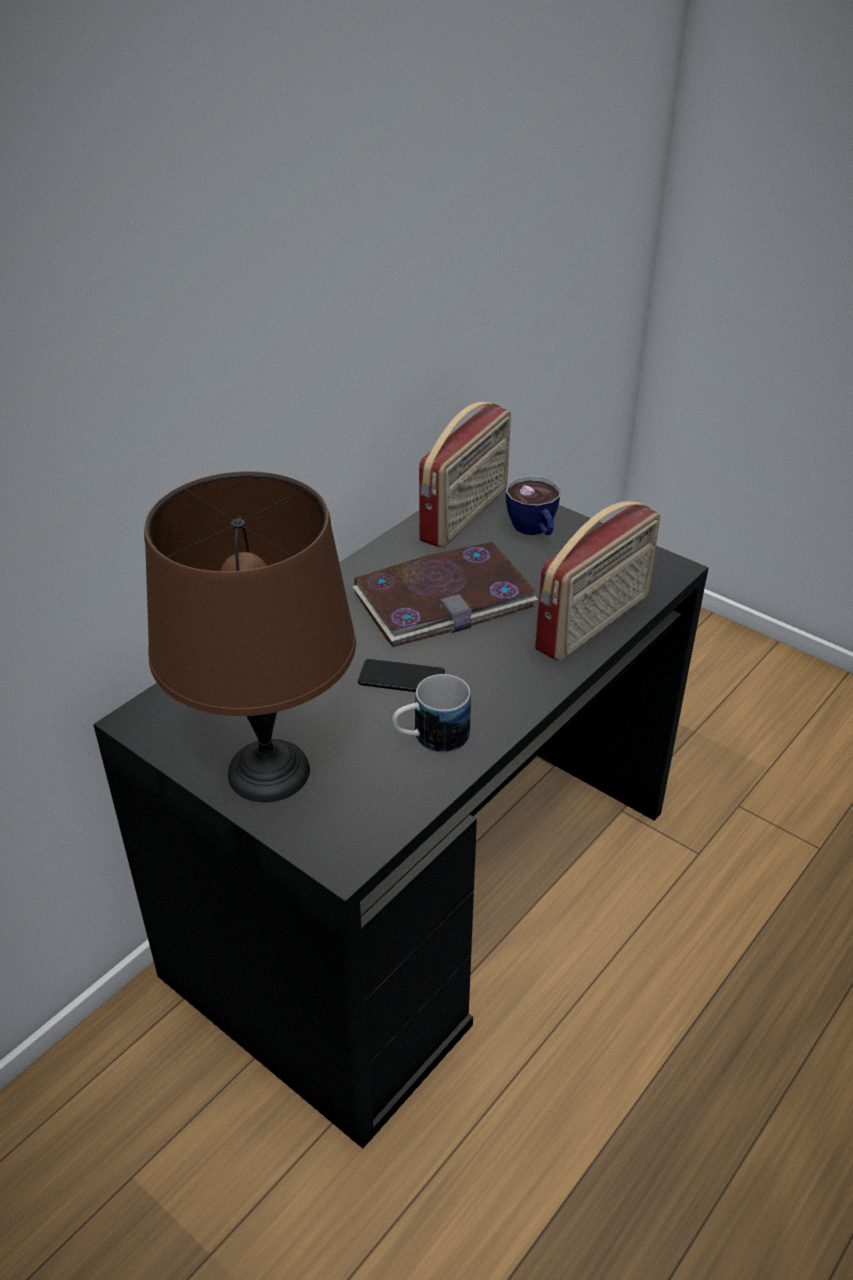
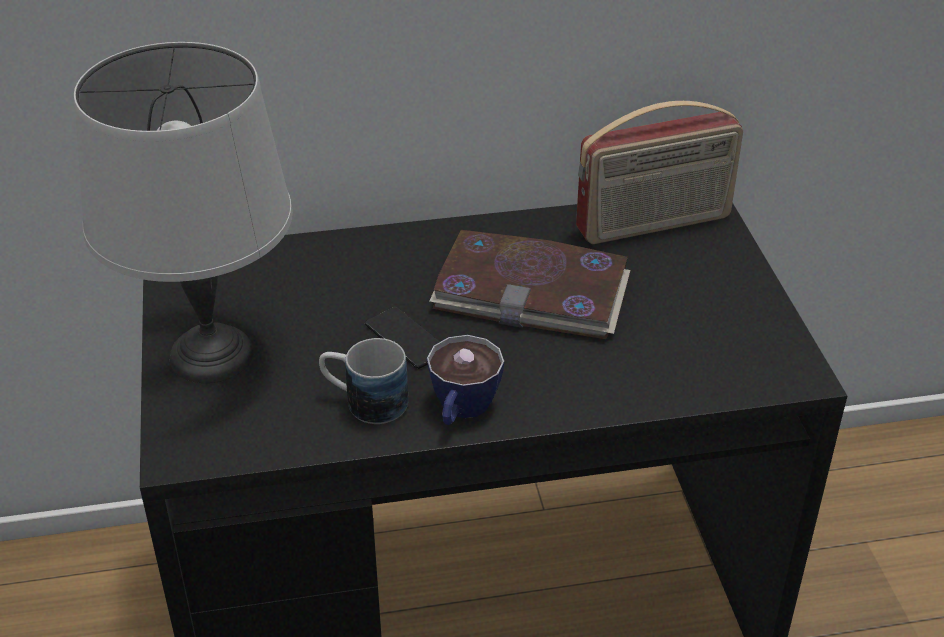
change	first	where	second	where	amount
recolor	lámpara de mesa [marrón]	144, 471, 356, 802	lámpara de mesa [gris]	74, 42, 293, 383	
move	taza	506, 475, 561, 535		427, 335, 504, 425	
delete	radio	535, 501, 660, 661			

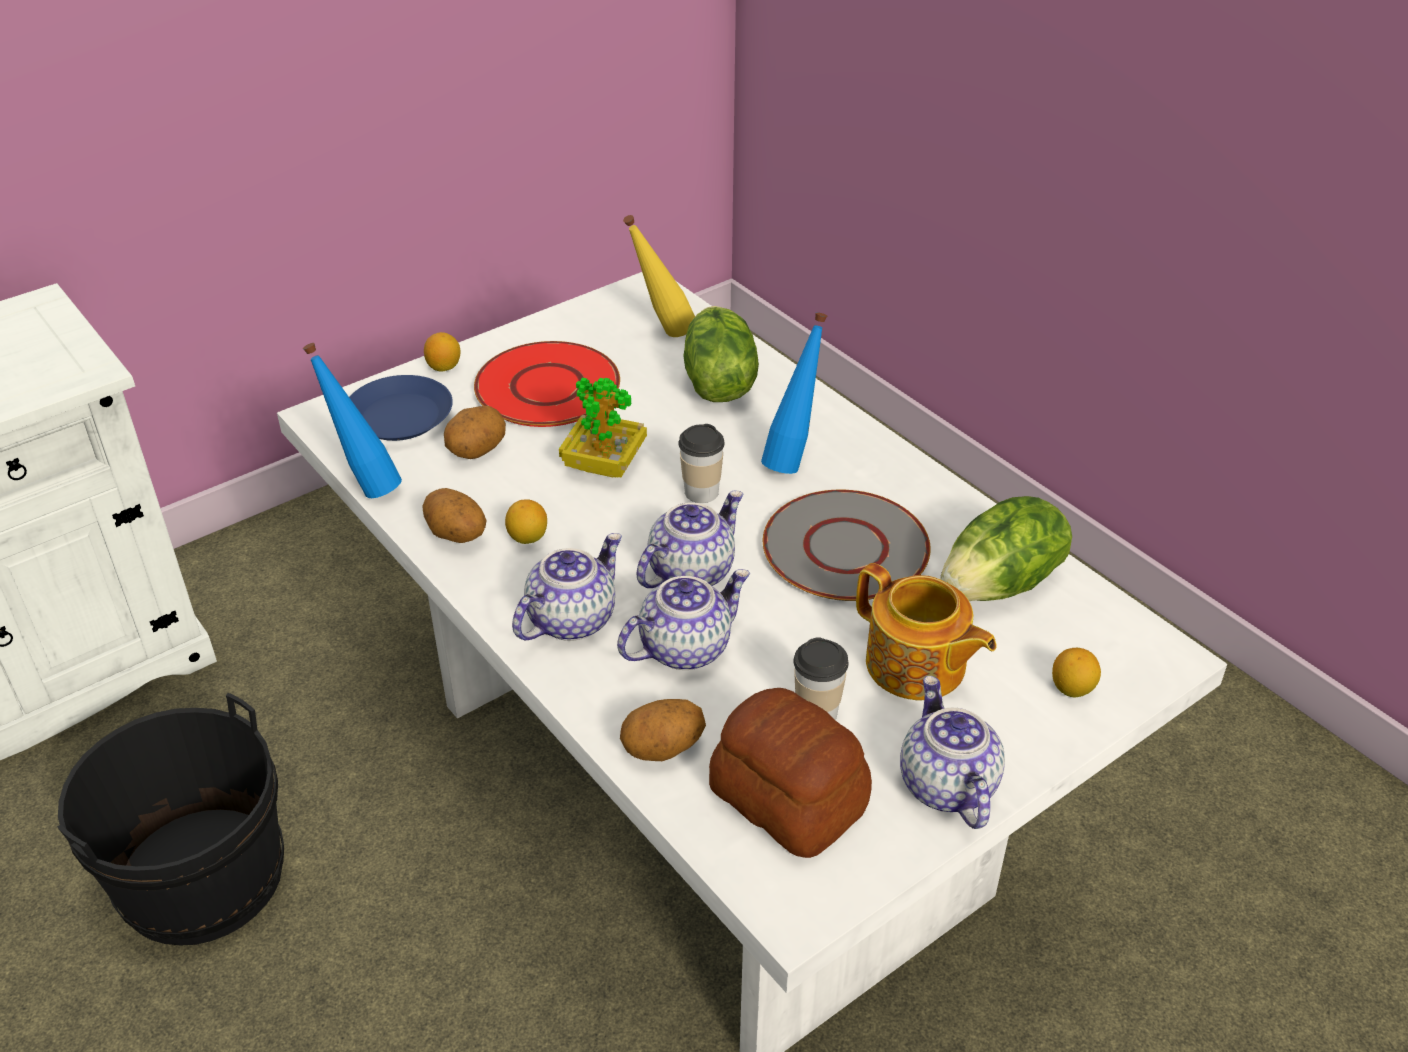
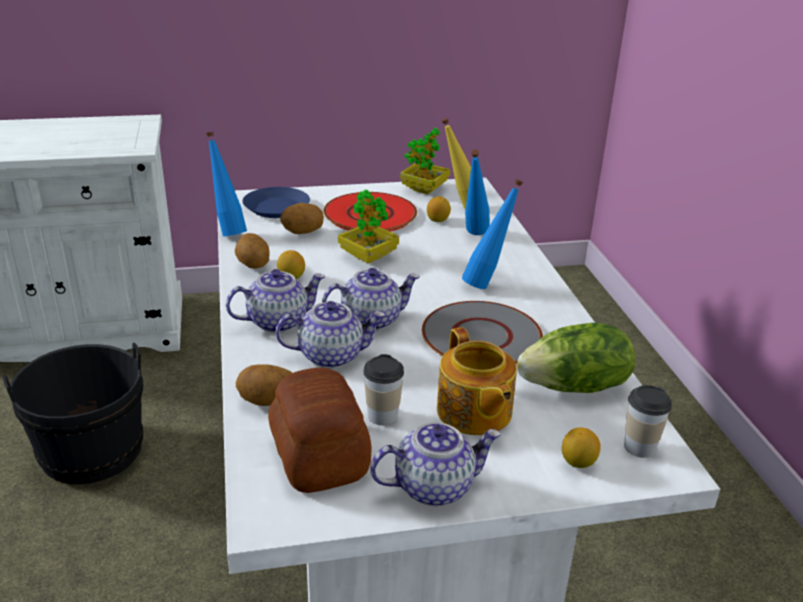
change	first	where	second	where	amount
replace	lechuga	683, 306, 759, 402	botella [azul]	465, 149, 490, 235	
move	limón	424, 332, 460, 372		427, 196, 451, 222	
move	taza	678, 424, 725, 503		624, 385, 672, 458	
rotate	tetera	900, 676, 1005, 829		370, 422, 501, 506	60 degrees clockwise
insert			planta en maceta	400, 128, 450, 194	

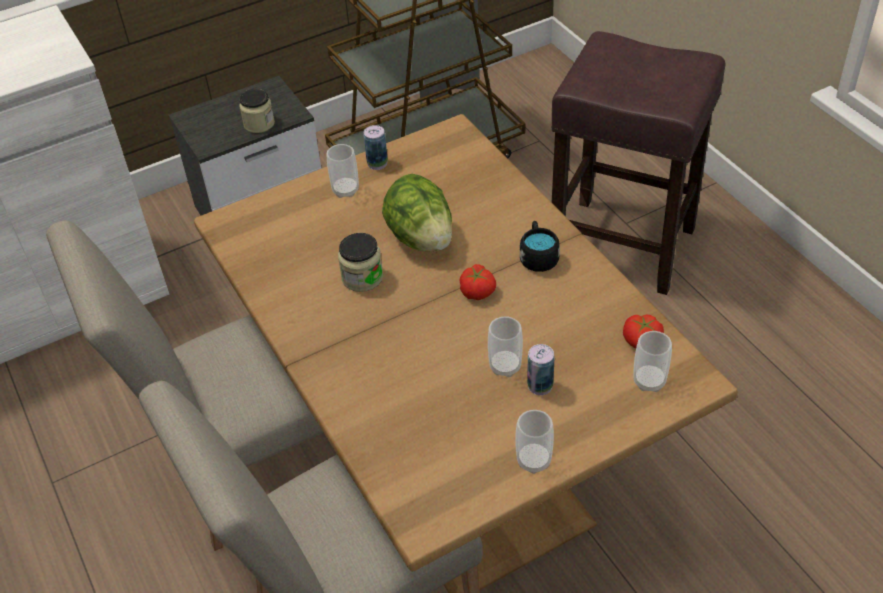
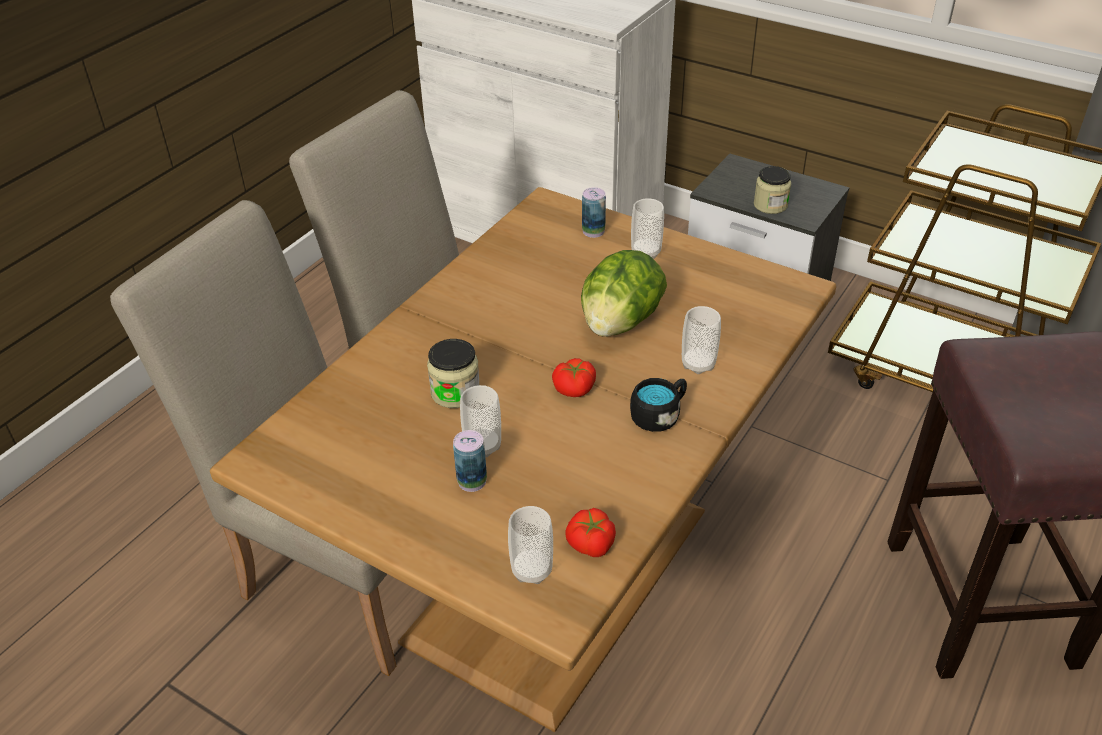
change	first	where	second	where	amount
move	lata	364, 125, 388, 170		582, 187, 606, 238	
move	tarro	338, 233, 383, 292		427, 339, 480, 408	
move	taza	515, 410, 554, 474		682, 306, 721, 374	

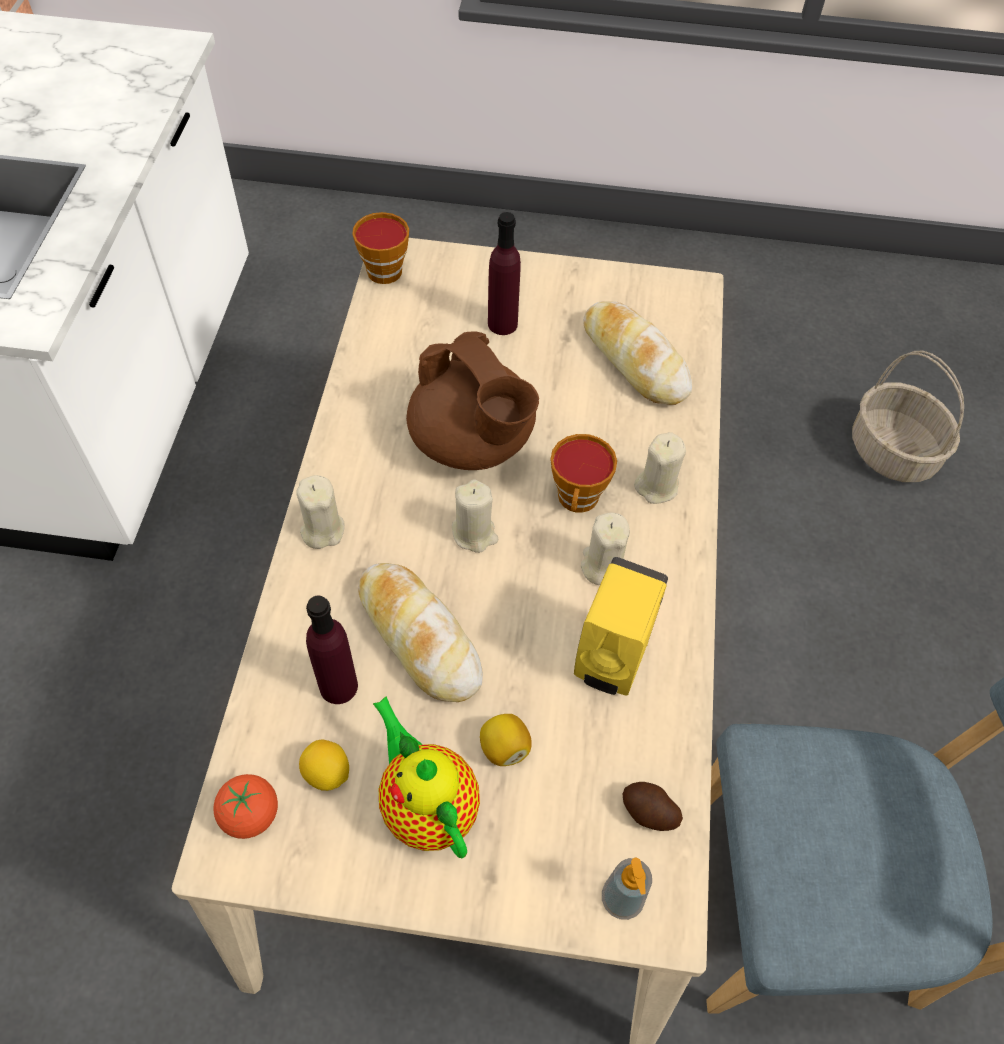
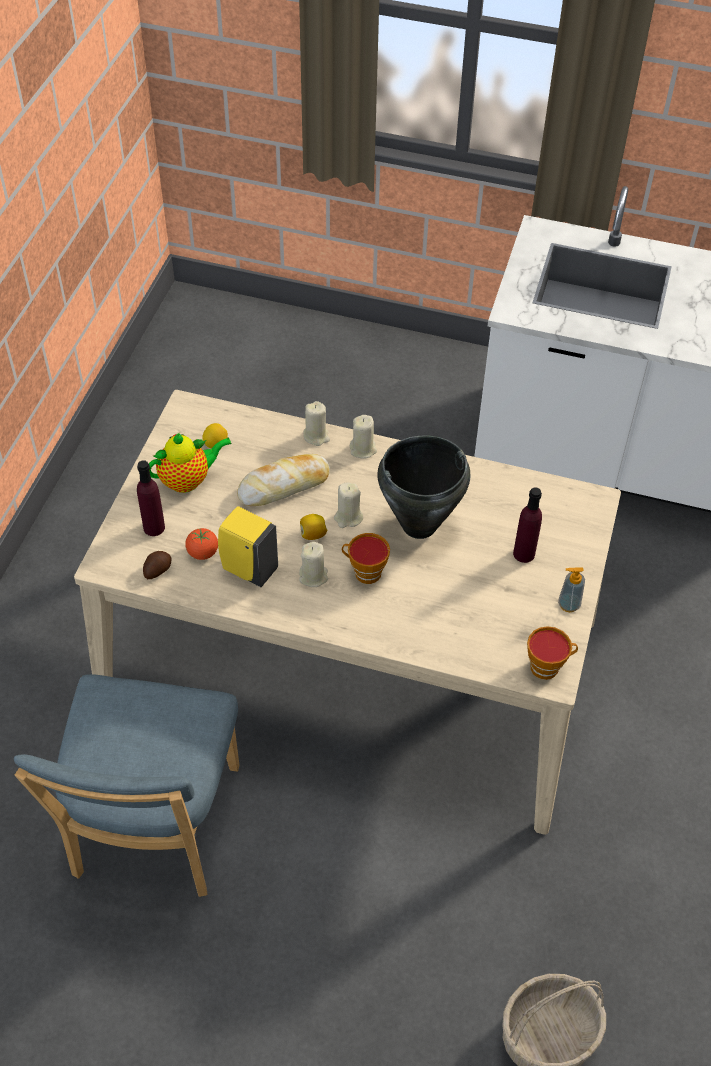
change	first	where	second	where	amount
move	taza	352, 212, 409, 284		527, 626, 578, 680	
delete	pan	583, 301, 692, 405			
replace	tetera [marrón]	406, 331, 539, 470	olla [negro]	377, 435, 470, 539	
move	vela [beis]	634, 432, 686, 504		304, 401, 330, 446	
move	botella [morado]	306, 595, 358, 704		137, 460, 165, 536	
move	limón	480, 714, 532, 766		300, 514, 327, 540	
move	tomate	213, 774, 278, 839		185, 528, 218, 560	
move	dispensador de jabón	602, 858, 652, 920		558, 567, 585, 612	

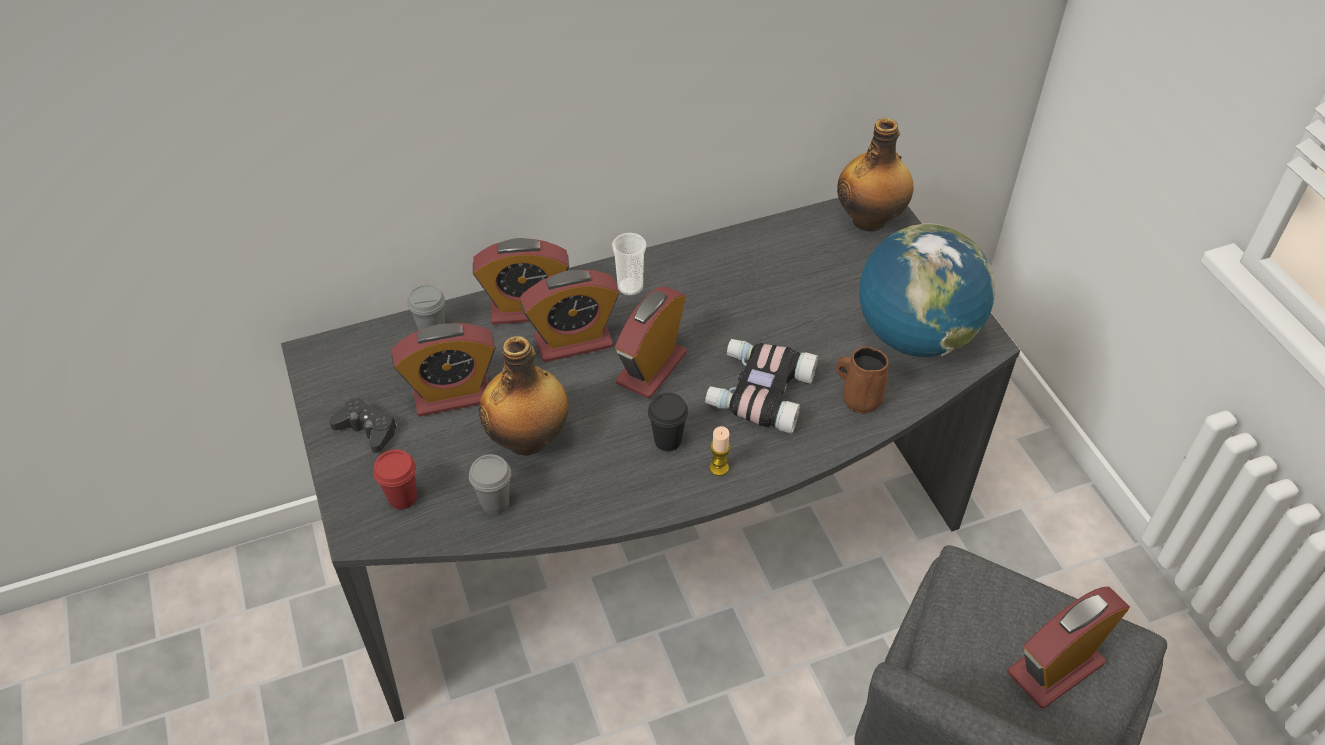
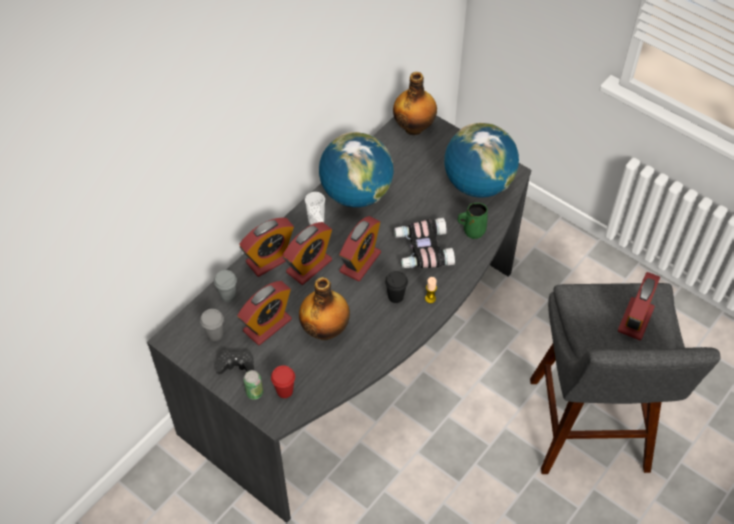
change	first	where	second	where	amount
rotate	despertador	615, 287, 687, 399		339, 216, 381, 281	150 degrees counterclockwise
recolor	taza grande [marrón]	836, 346, 889, 413	taza grande [verde]	458, 203, 488, 239	
move	taza [gris]	469, 454, 511, 515		200, 309, 224, 341	
insert			globo terráqueo	319, 132, 394, 207	
insert			lata	243, 370, 263, 400	

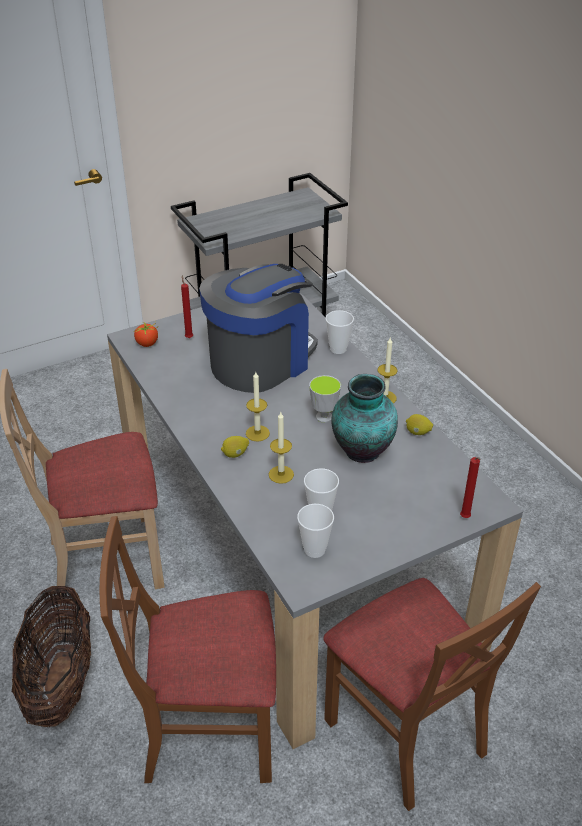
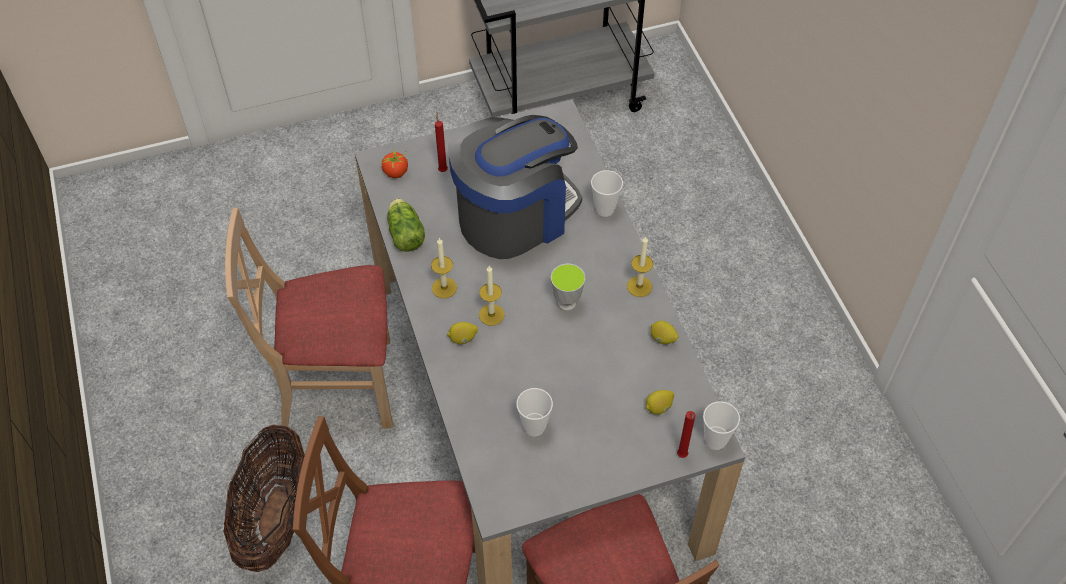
change	first	where	second	where	amount
delete	florero	331, 374, 398, 463			
move	vela	269, 411, 294, 484		431, 238, 457, 298	
move	taza	297, 504, 334, 558		703, 401, 740, 450	
insert			lechuga	387, 199, 425, 252	
insert			limón	646, 390, 674, 414	

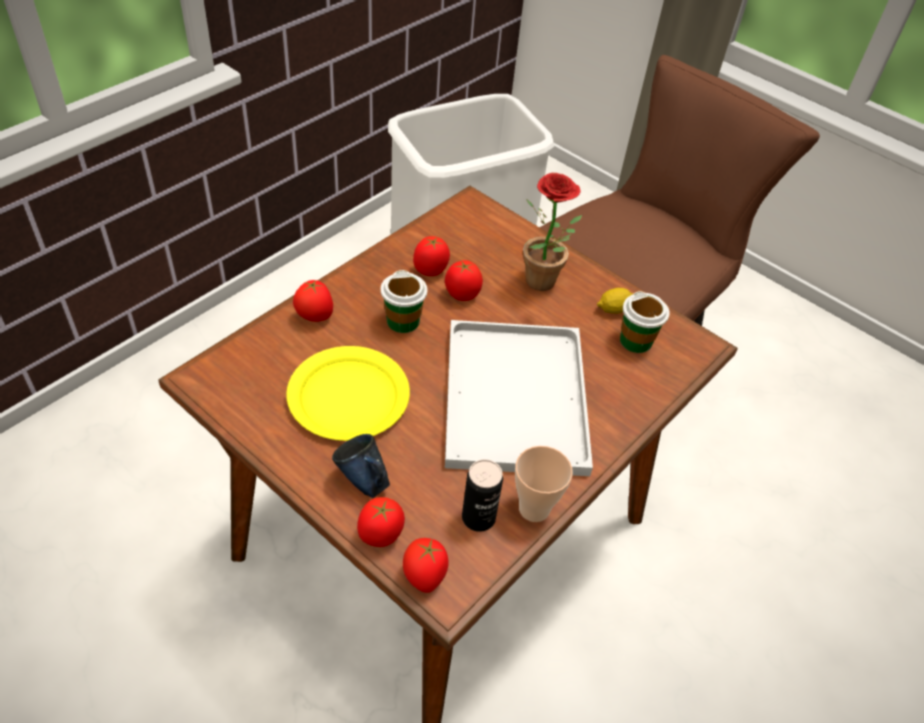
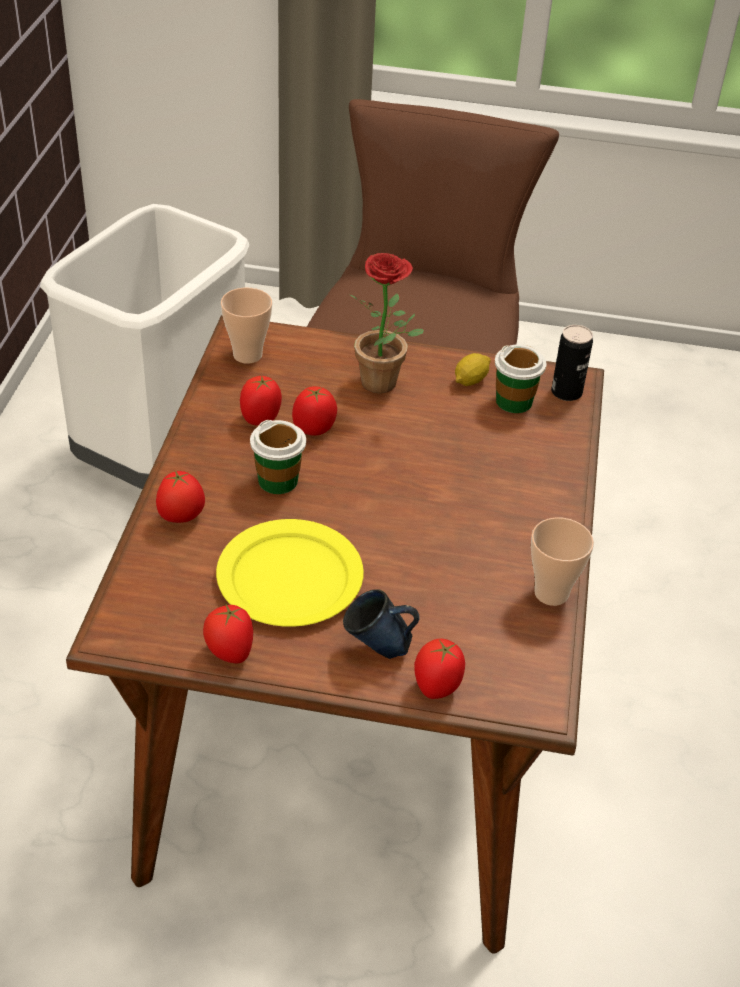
change	first	where	second	where	amount
delete	bandeja [blanco]	445, 320, 593, 476			
move	lata	462, 459, 503, 532		551, 325, 593, 401	
move	tomate	403, 538, 449, 593		203, 603, 253, 663	
insert			taza	221, 287, 272, 364	

